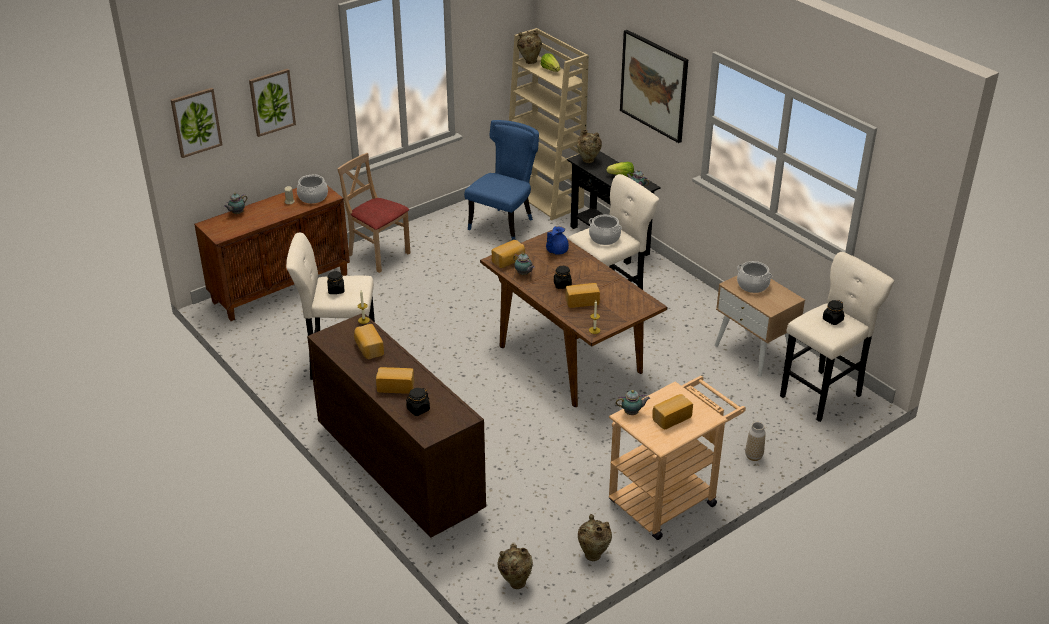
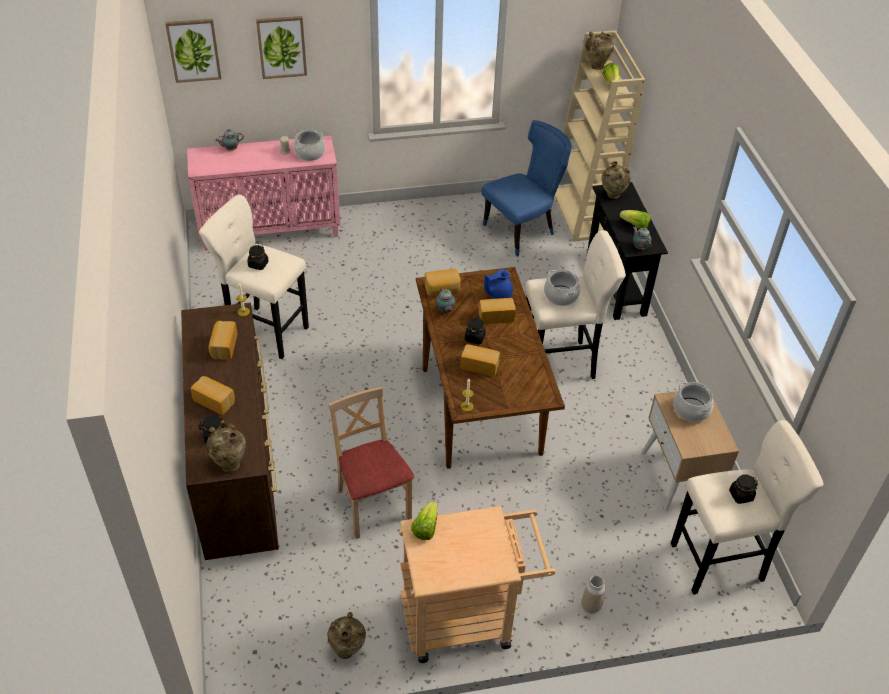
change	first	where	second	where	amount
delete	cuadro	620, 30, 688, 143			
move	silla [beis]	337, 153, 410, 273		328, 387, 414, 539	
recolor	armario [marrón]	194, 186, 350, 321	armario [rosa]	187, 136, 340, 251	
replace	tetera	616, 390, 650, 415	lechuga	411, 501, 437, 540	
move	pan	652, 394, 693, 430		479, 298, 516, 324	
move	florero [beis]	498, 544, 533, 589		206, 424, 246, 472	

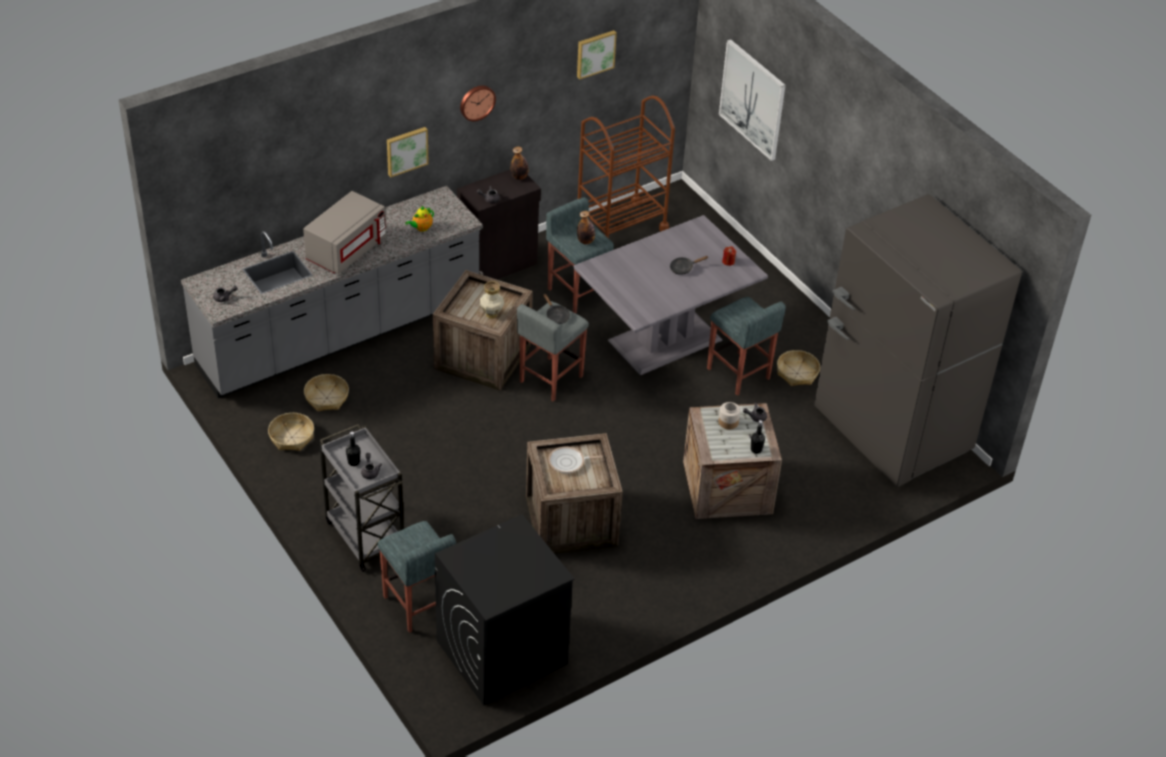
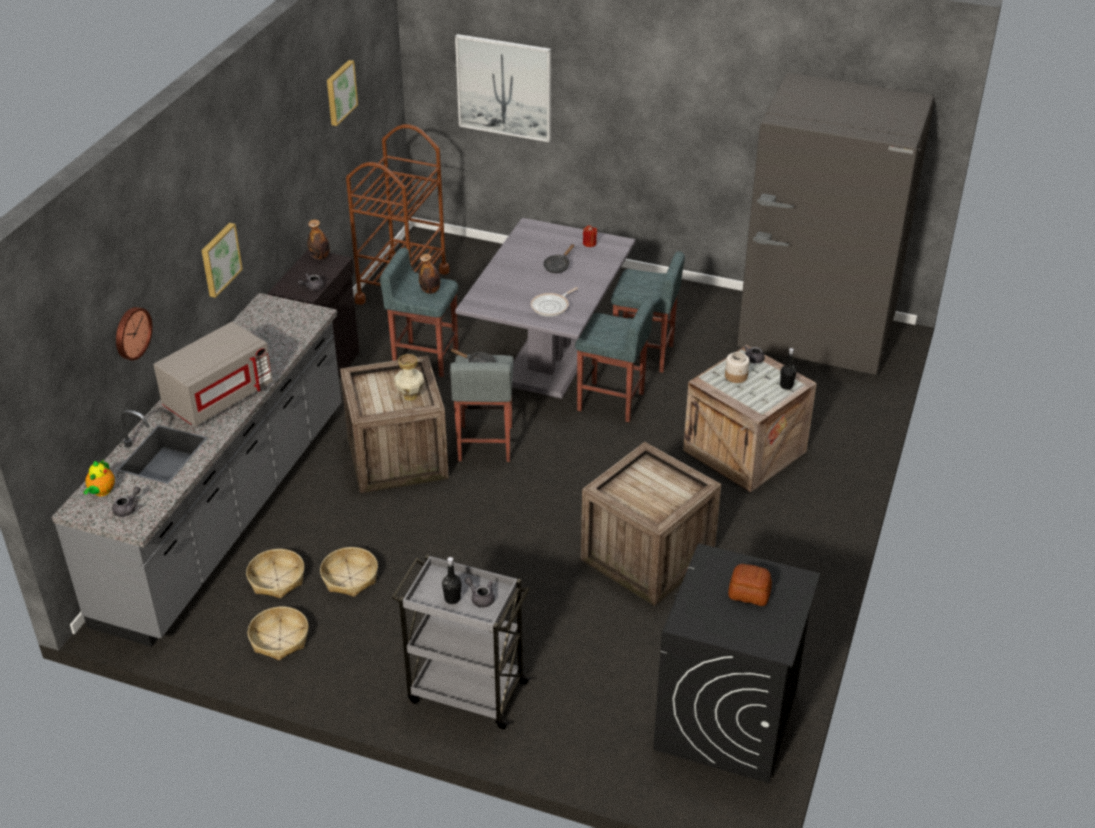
change	first	where	second	where	amount
move	reloj de pared	460, 85, 496, 121		116, 307, 153, 360	
rotate	microondas [gris]	303, 191, 386, 275		153, 322, 273, 427	45 degrees clockwise
move	tetera	405, 206, 434, 232		83, 460, 115, 496	
move	cesta	777, 350, 820, 386		320, 547, 378, 597	
move	sartén	549, 447, 603, 473		531, 287, 578, 317	
move	taburete [gris]	377, 521, 456, 633		575, 297, 655, 422	
insert			pan	728, 564, 772, 606	

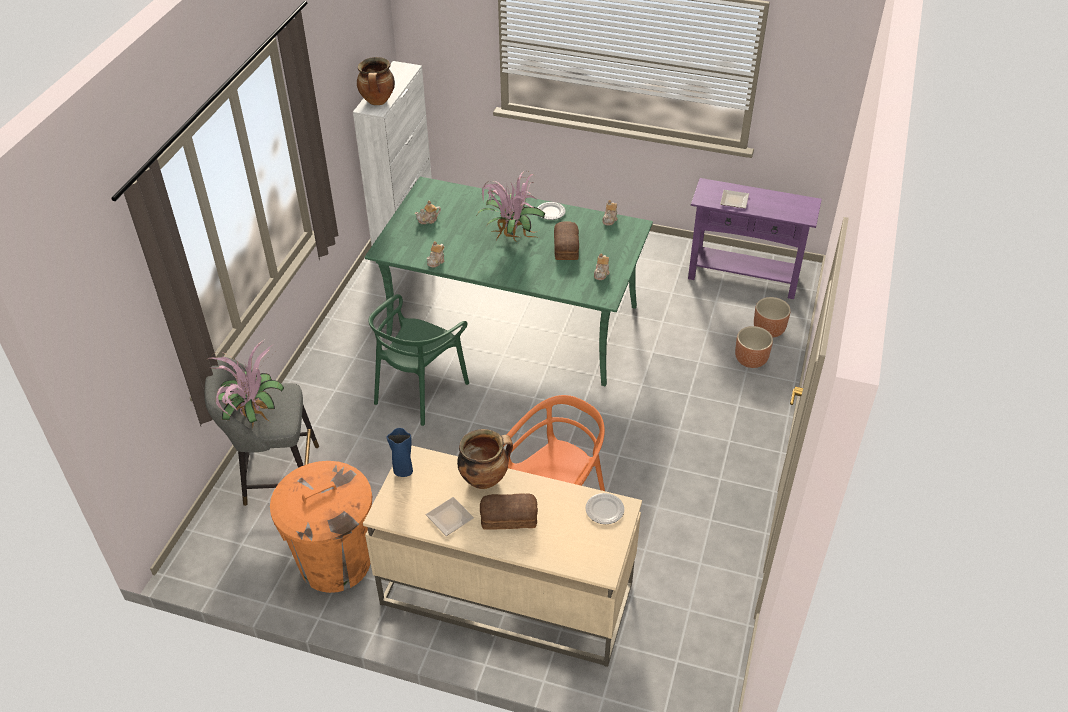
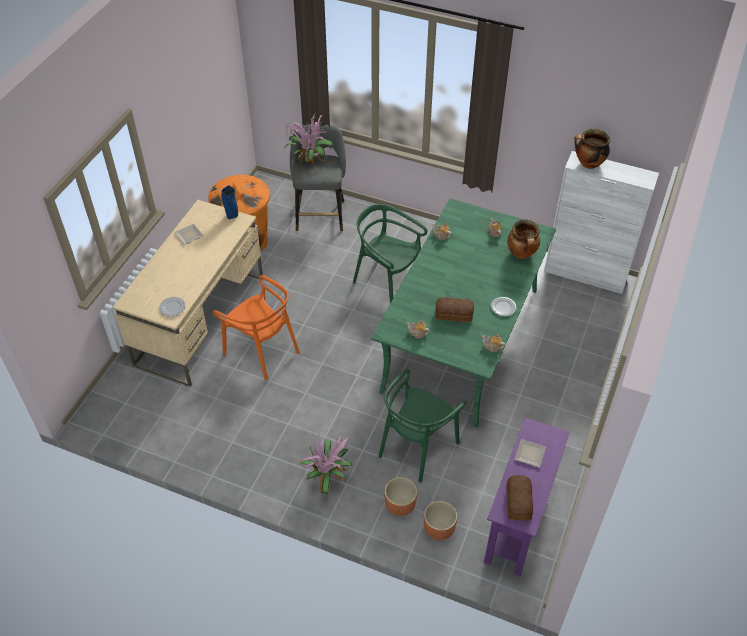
change	first	where	second	where	amount
move	planta en maceta	476, 171, 545, 243		297, 430, 352, 498	
move	olla	457, 429, 513, 489		507, 220, 540, 259	
move	pan	480, 494, 538, 530		507, 475, 533, 521	
insert			silla [verde]	378, 369, 467, 482	

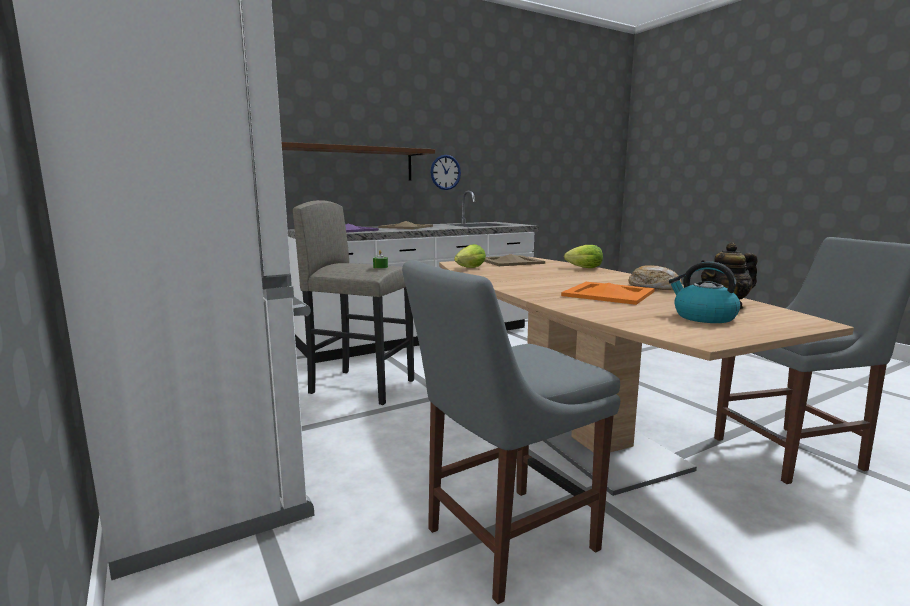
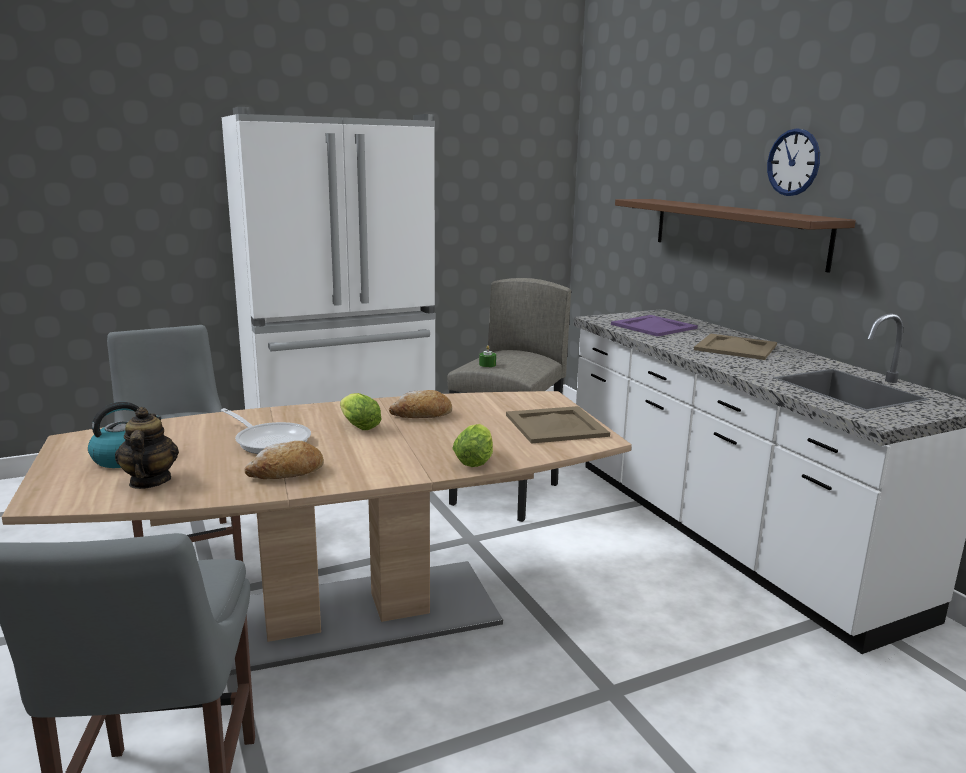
change	first	where	second	where	amount
move	reloj de pared	431, 155, 461, 190		767, 128, 820, 196	
move	lechuga	454, 244, 486, 268		340, 393, 382, 430	
replace	bandeja [naranja]	561, 282, 655, 305	sartén	221, 408, 311, 454	
insert			pan	389, 390, 452, 418	

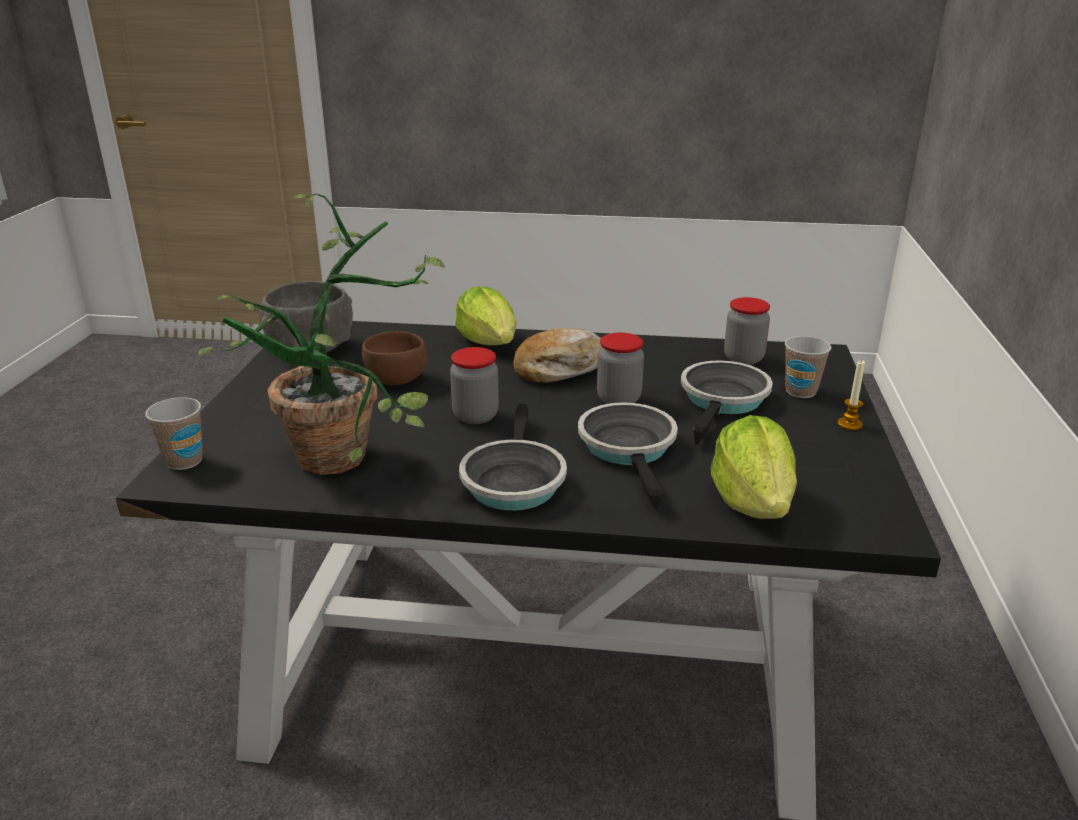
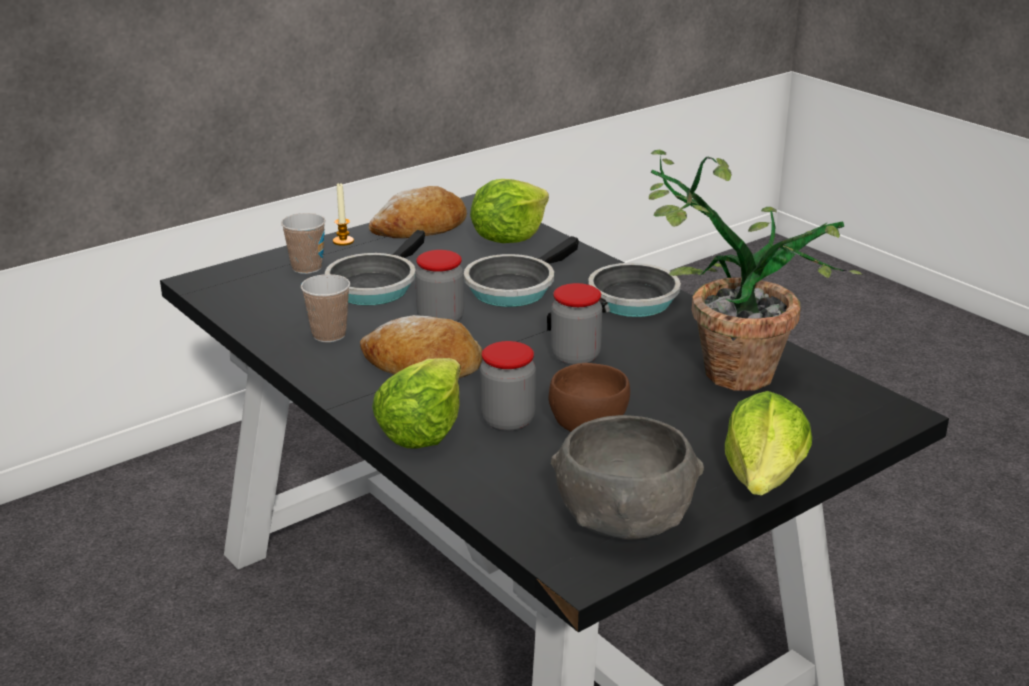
change	first	where	second	where	amount
move	tarro	724, 297, 770, 365		480, 341, 536, 432	
rotate	sartén	681, 360, 773, 445		325, 230, 425, 305	45 degrees counterclockwise
move	taza	145, 397, 203, 470		301, 274, 350, 342	
insert			pan	369, 186, 467, 238	
insert			lechuga	725, 391, 812, 496	

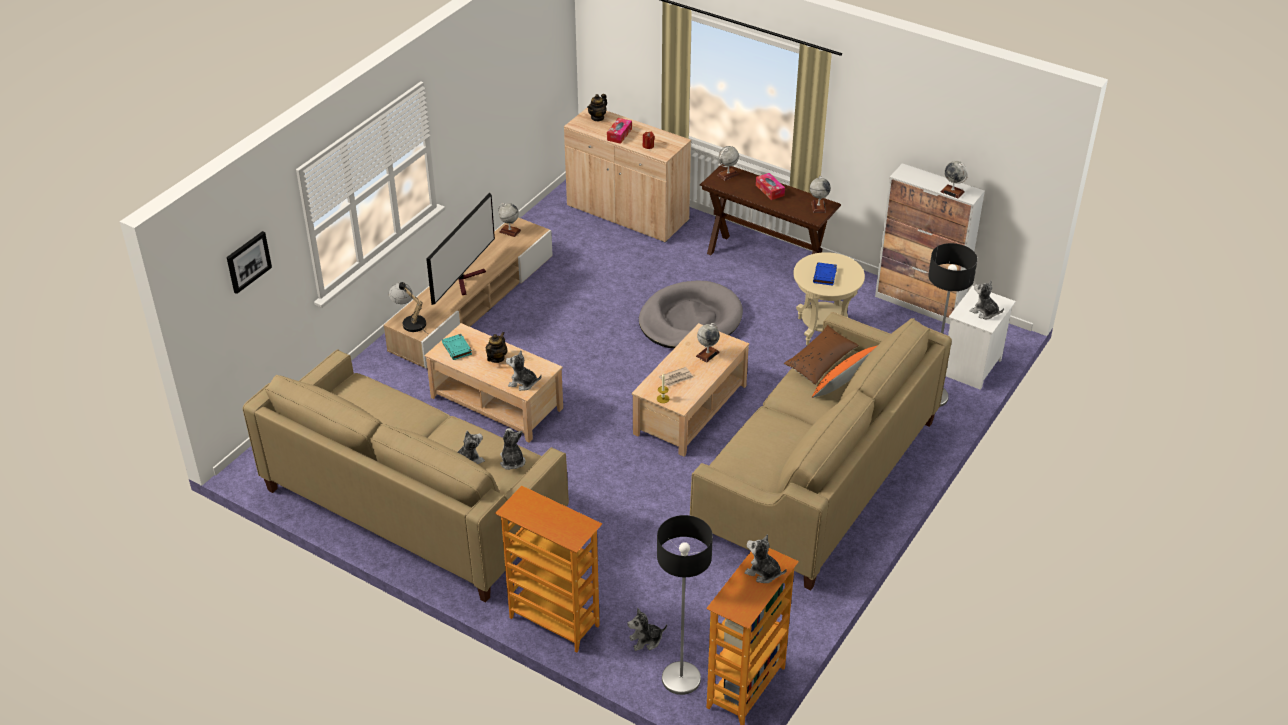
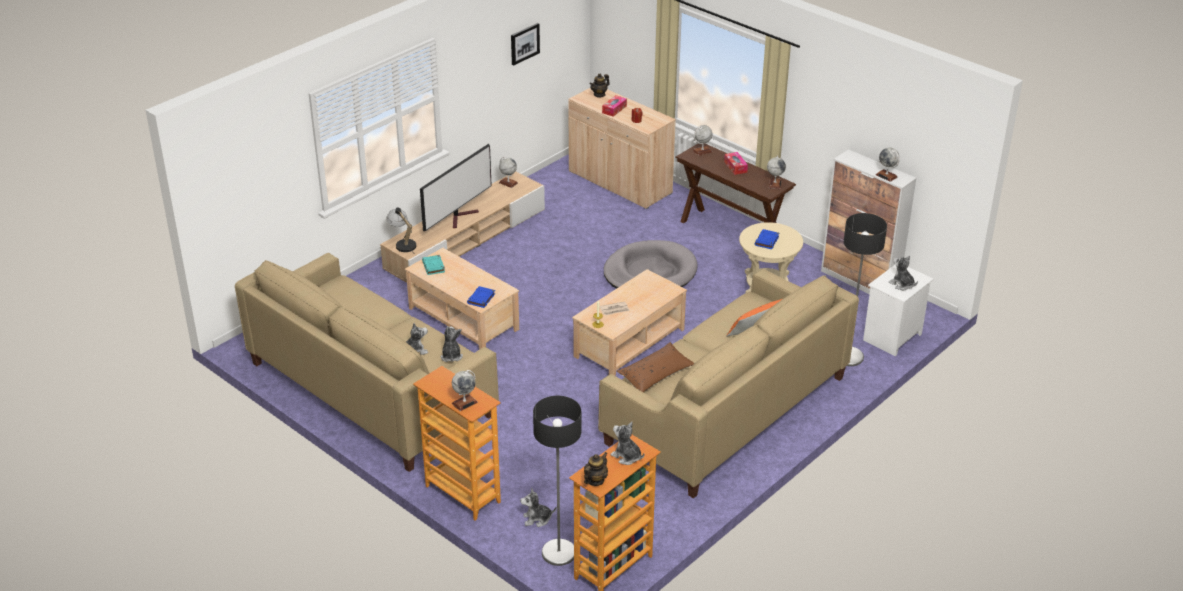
change	first	where	second	where	amount
move	cuadro	227, 231, 272, 294		511, 23, 540, 65	
move	globo terráqueo	696, 323, 720, 362		452, 370, 478, 411	
move	cojín [marrón]	784, 325, 859, 385		617, 342, 695, 392	
move	tetera	486, 332, 507, 363		584, 452, 608, 486	
replace	peluche	506, 351, 542, 391	libro [azul]	467, 286, 495, 308	

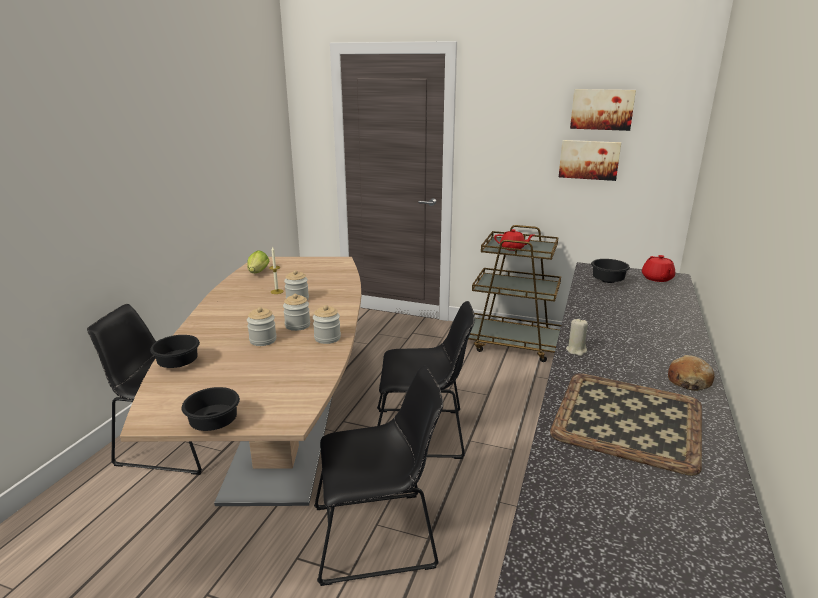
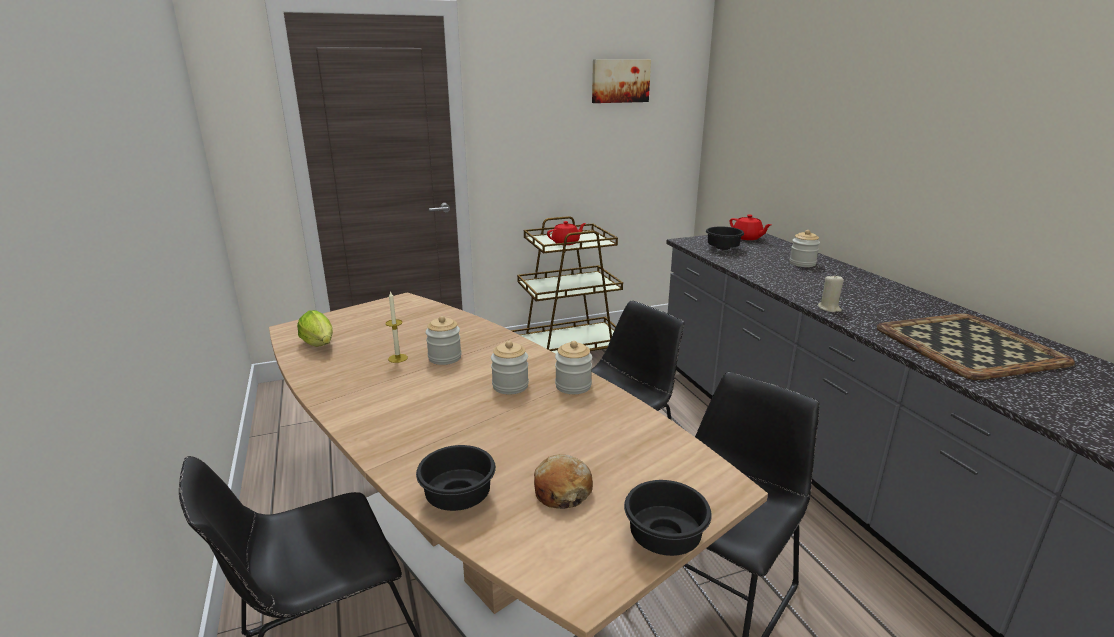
change	first	where	second	where	amount
delete	cuadro	559, 140, 621, 181			
move	tarro	247, 307, 277, 346		789, 230, 820, 267	
move	pan	668, 355, 715, 391		534, 454, 593, 509	

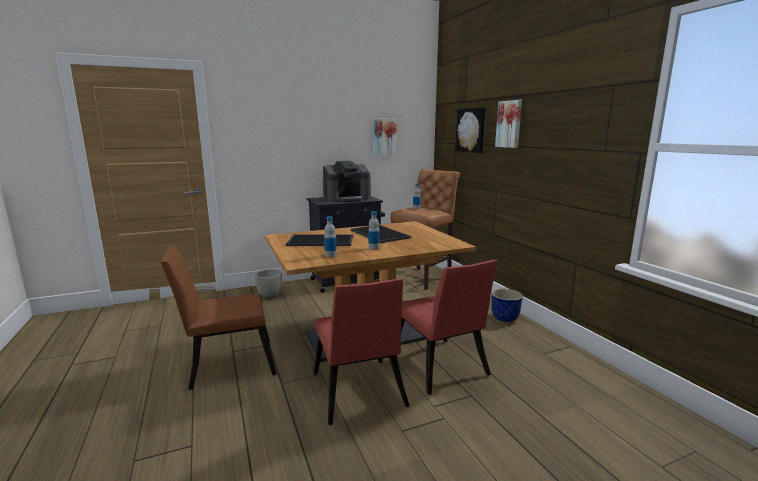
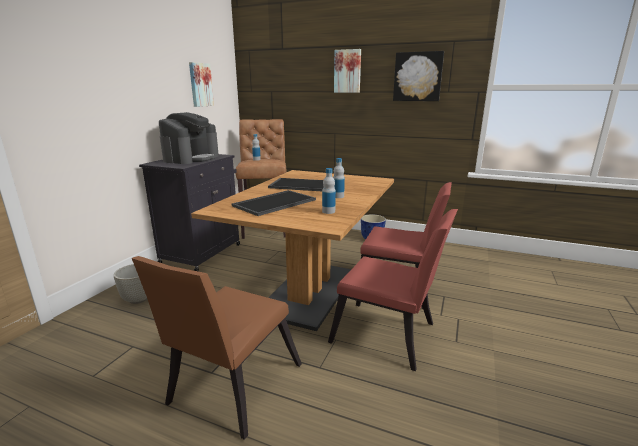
change	first	where	second	where	amount
move	cuadro	456, 107, 485, 153		393, 51, 444, 101	

